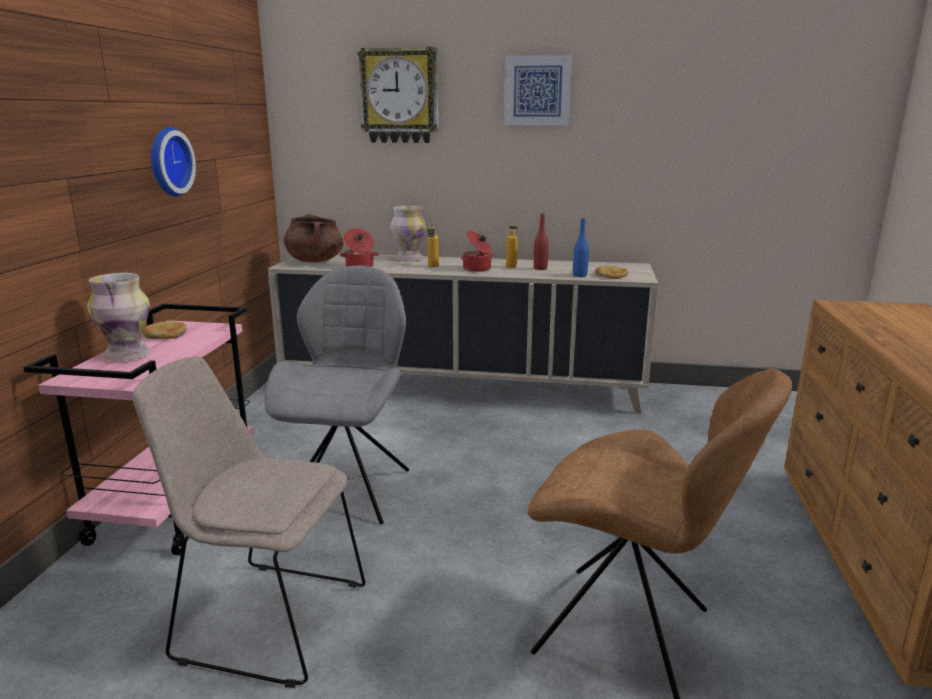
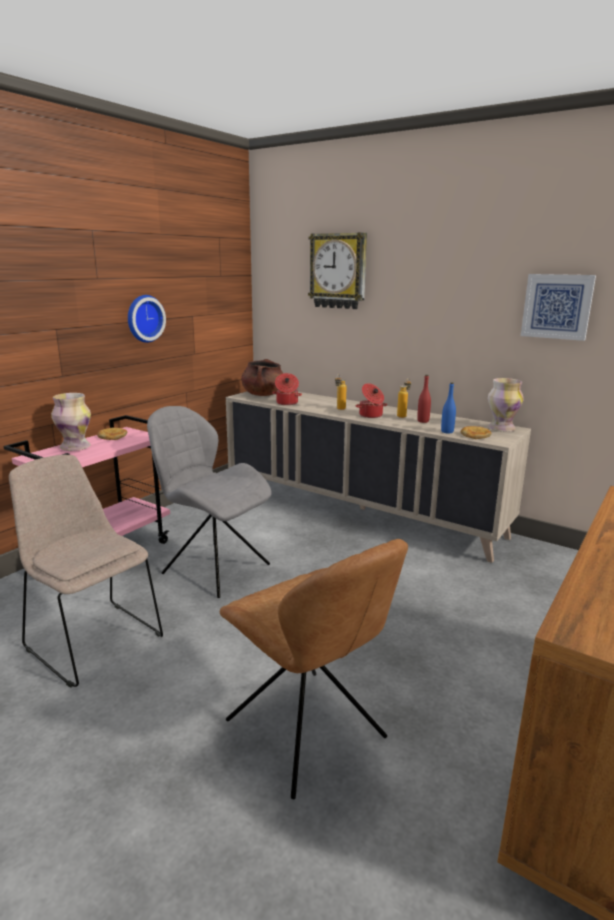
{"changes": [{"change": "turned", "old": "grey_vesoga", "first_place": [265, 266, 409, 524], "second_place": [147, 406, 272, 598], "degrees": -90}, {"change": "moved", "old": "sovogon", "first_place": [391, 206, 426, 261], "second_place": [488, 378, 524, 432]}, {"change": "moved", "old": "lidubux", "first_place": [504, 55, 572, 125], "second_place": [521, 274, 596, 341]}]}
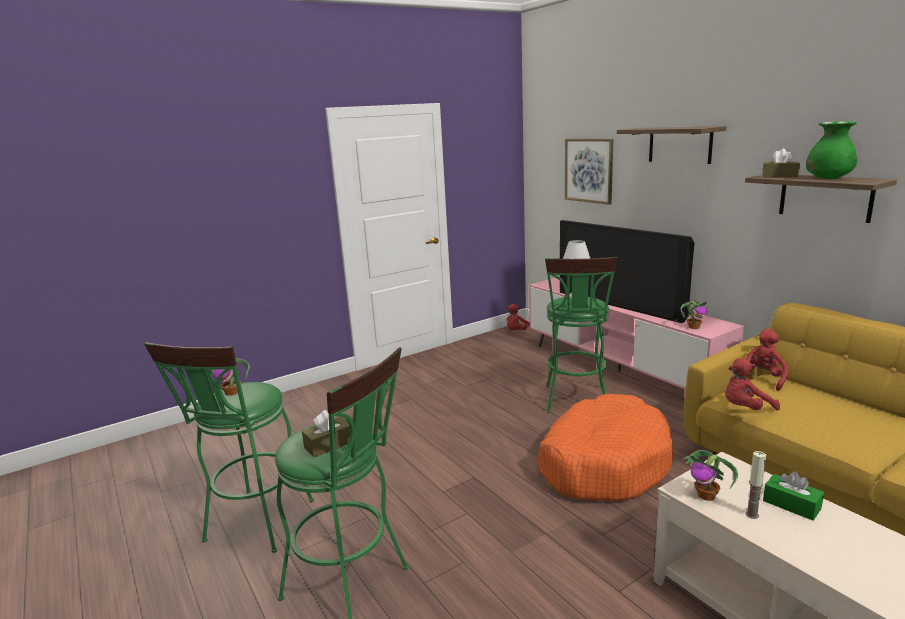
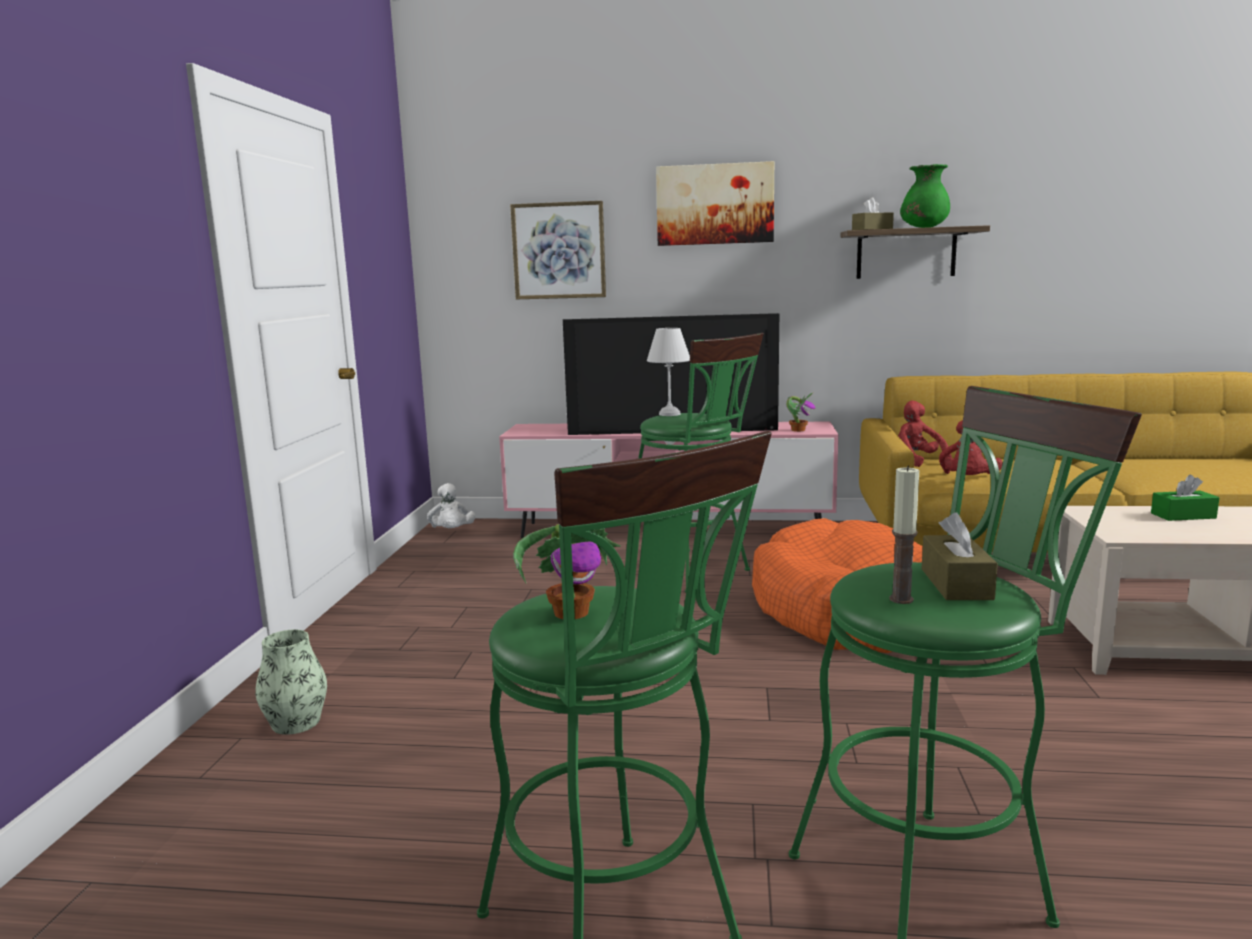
{"changes": [{"change": "added", "new": "sovogon", "second_place": [255, 629, 327, 735]}, {"change": "recoloured", "old": "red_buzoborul", "new": "white_buzoborul", "first_place": [507, 304, 530, 330], "second_place": [427, 483, 476, 528]}, {"change": "replaced", "old": "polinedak", "new": "lidubux", "first_place": [617, 126, 726, 164], "second_place": [656, 161, 774, 246]}, {"change": "moved", "old": "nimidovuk", "first_place": [745, 451, 766, 519], "second_place": [889, 466, 919, 604]}, {"change": "removed", "old": "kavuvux", "first_place": [683, 450, 738, 501]}]}
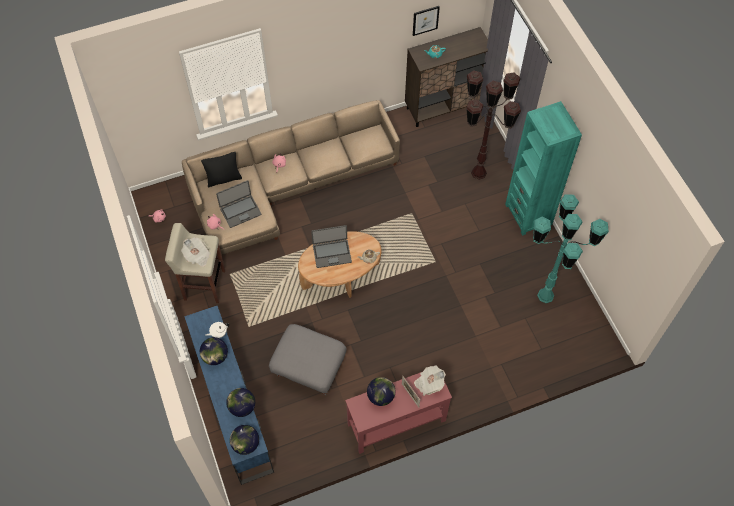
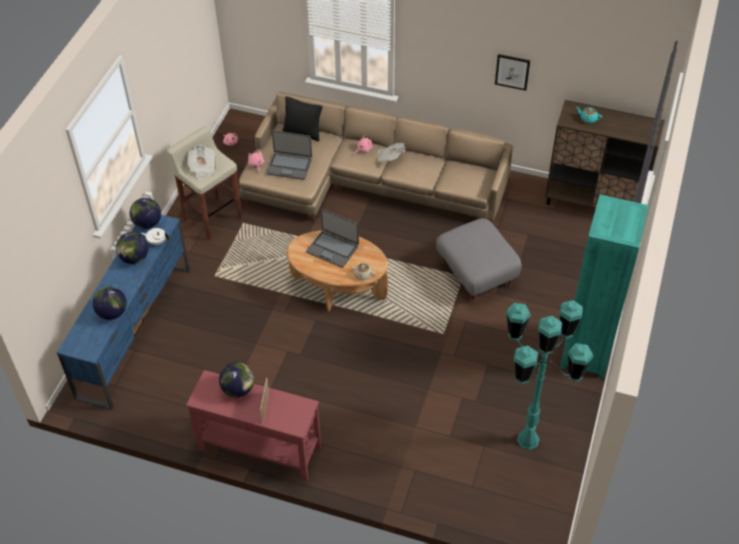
{"changes": [{"change": "moved", "old": "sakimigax", "first_place": [230, 425, 259, 455], "second_place": [130, 198, 161, 229]}, {"change": "moved", "old": "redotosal", "first_place": [414, 365, 446, 396], "second_place": [377, 143, 405, 162]}, {"change": "moved", "old": "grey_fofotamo", "first_place": [269, 324, 347, 395], "second_place": [436, 218, 522, 304]}, {"change": "moved", "old": "lidubux", "first_place": [413, 6, 440, 36], "second_place": [495, 54, 530, 91]}, {"change": "removed", "old": "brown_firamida", "first_place": [466, 70, 521, 180]}]}
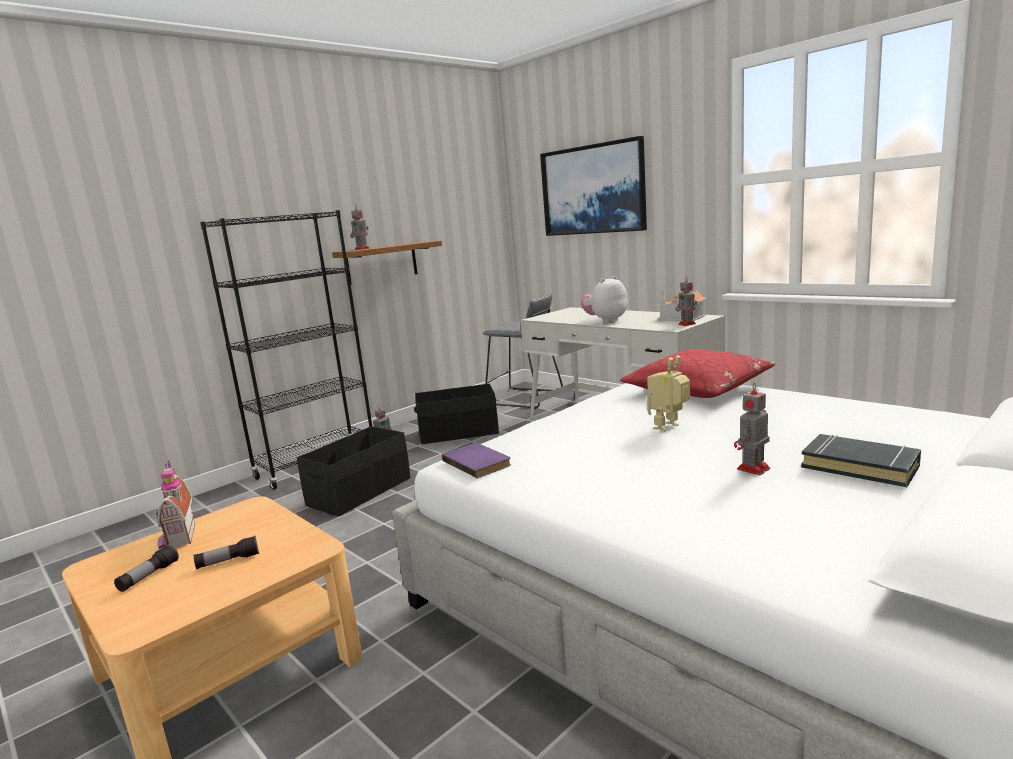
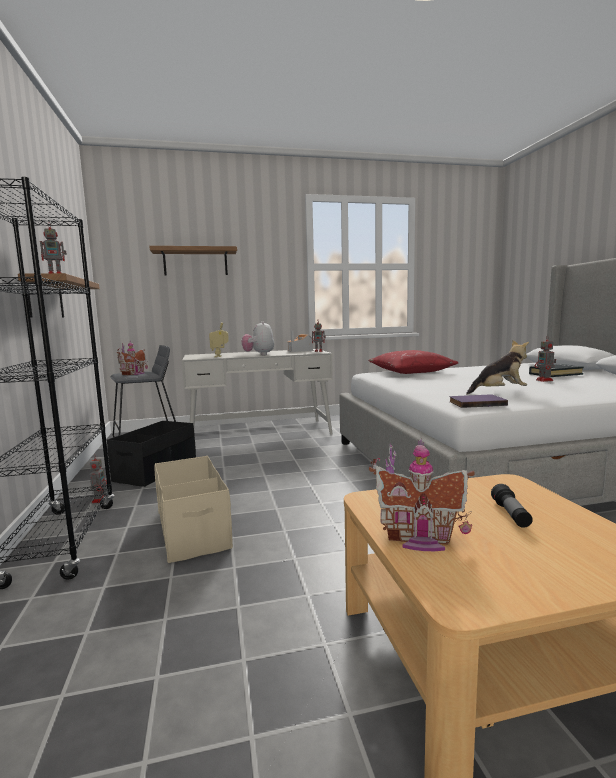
{"changes": [{"change": "added", "new": "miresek", "second_place": [117, 341, 148, 375]}, {"change": "replaced", "old": "lidubux", "new": "polinedak", "first_place": [540, 136, 647, 236], "second_place": [149, 246, 237, 276]}, {"change": "recoloured", "old": "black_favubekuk", "new": "beige_favubekuk", "first_place": [297, 426, 410, 516], "second_place": [155, 456, 233, 563]}, {"change": "moved", "old": "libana", "first_place": [647, 355, 690, 432], "second_place": [209, 323, 229, 357]}, {"change": "added", "new": "buzoborul", "second_place": [466, 340, 529, 395]}, {"change": "removed", "old": "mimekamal", "first_place": [114, 545, 179, 592]}]}
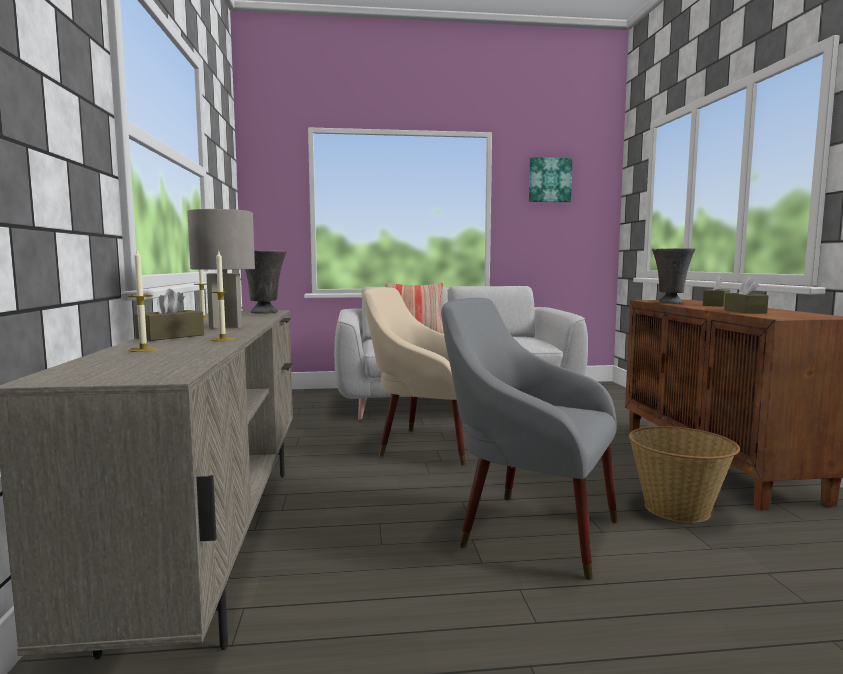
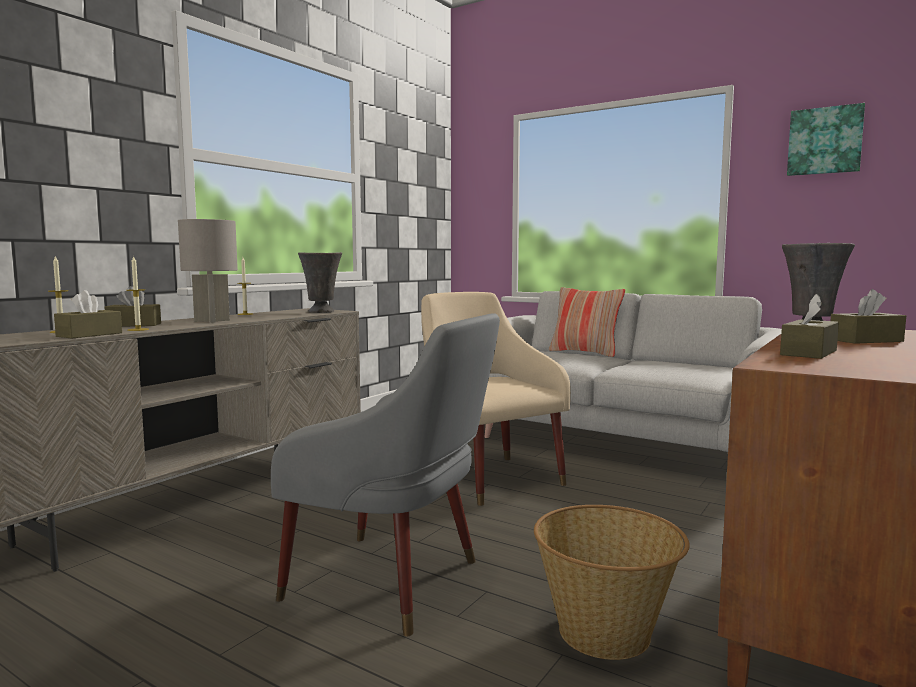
{"changes": [{"change": "added", "new": "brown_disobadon", "second_place": [54, 290, 122, 338]}, {"change": "turned", "old": "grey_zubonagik", "first_place": [441, 298, 618, 580], "second_place": [271, 313, 500, 637], "degrees": 135}]}
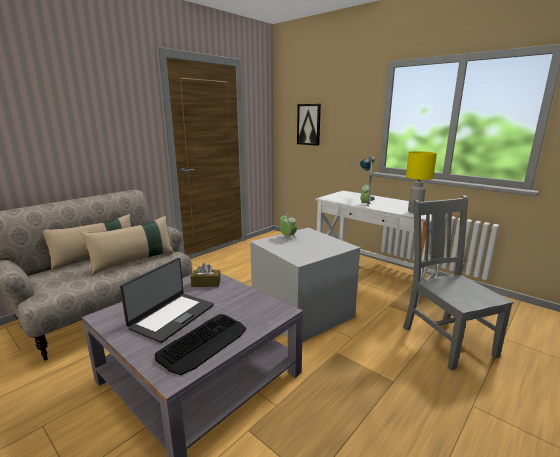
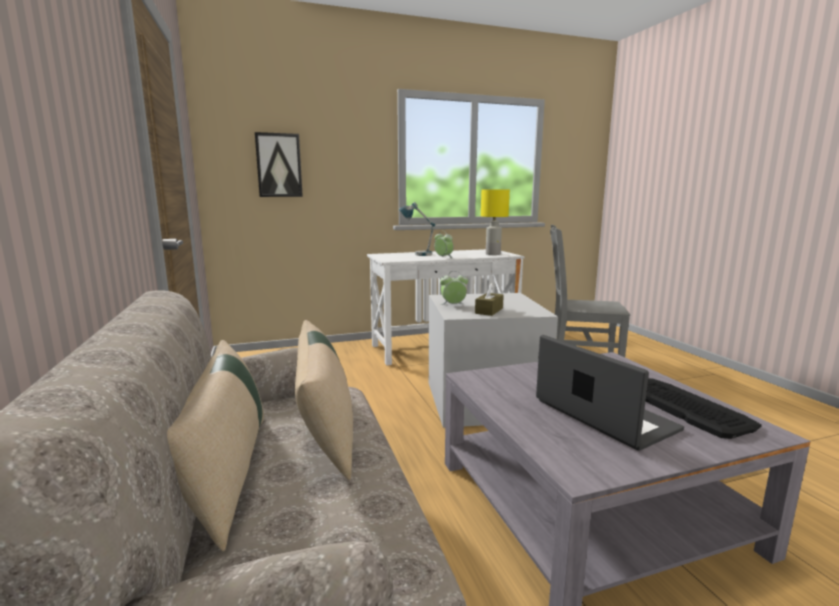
{"changes": [{"change": "moved", "old": "brown_disobadon", "first_place": [191, 263, 221, 287], "second_place": [475, 283, 504, 316]}]}
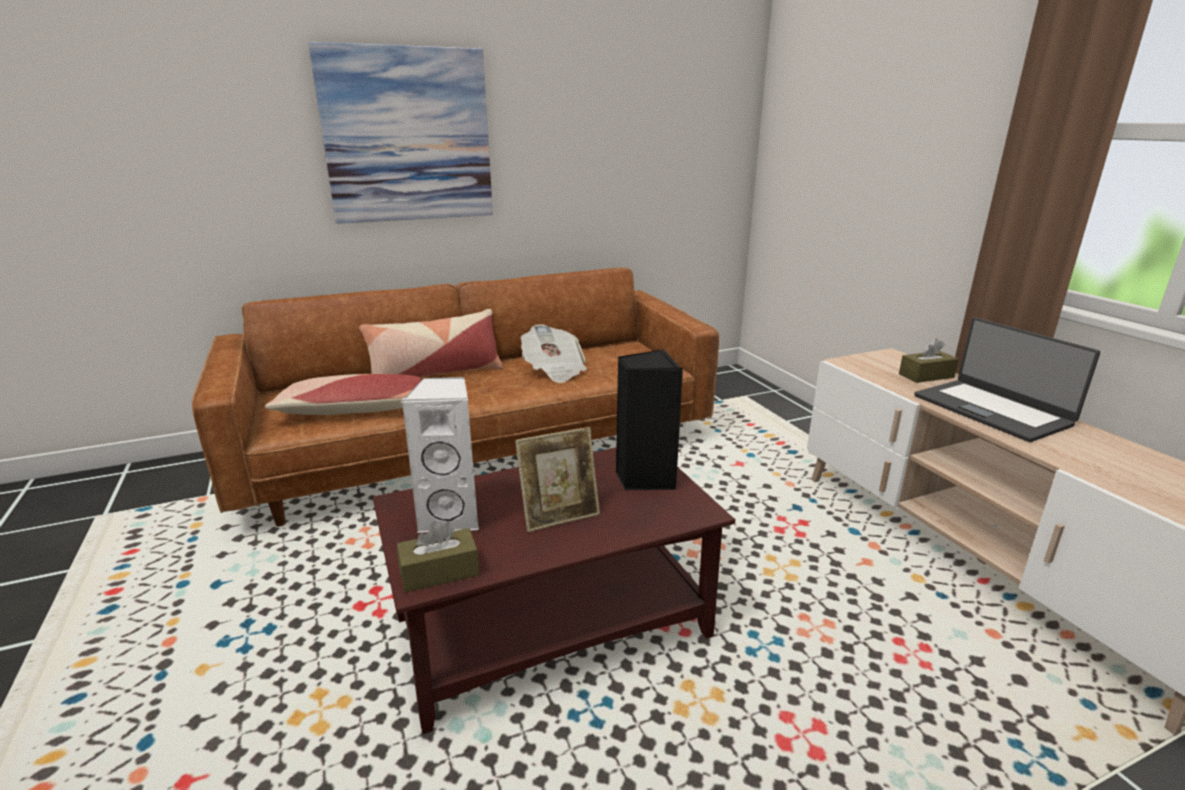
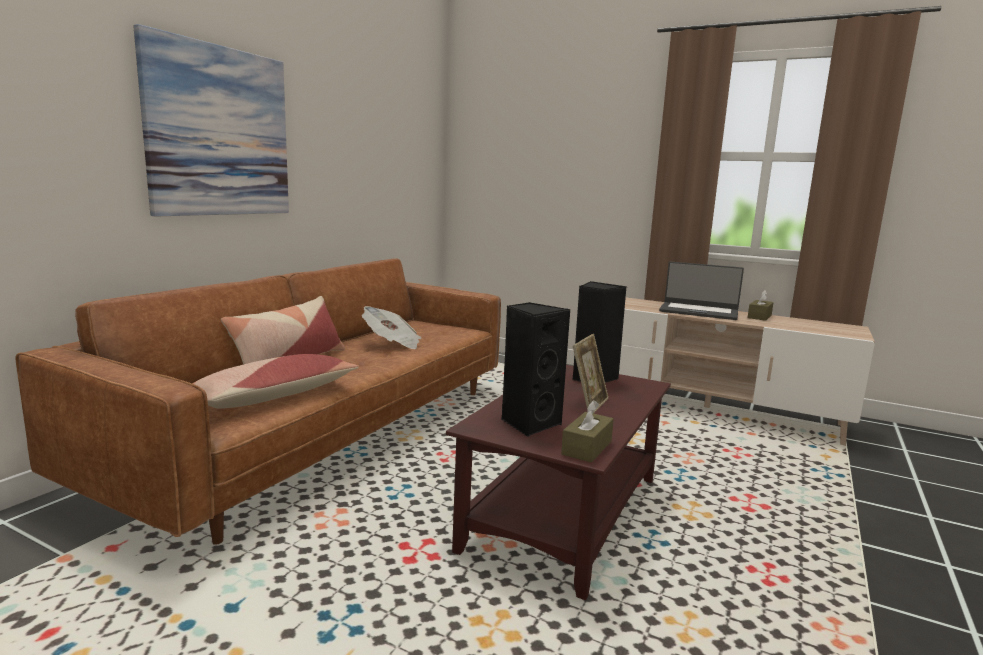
{"changes": [{"change": "recoloured", "old": "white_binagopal", "new": "black_binagopal", "first_place": [400, 377, 479, 533], "second_place": [501, 302, 570, 437]}, {"change": "moved", "old": "brown_disobadon", "first_place": [899, 338, 959, 383], "second_place": [747, 290, 774, 321]}]}
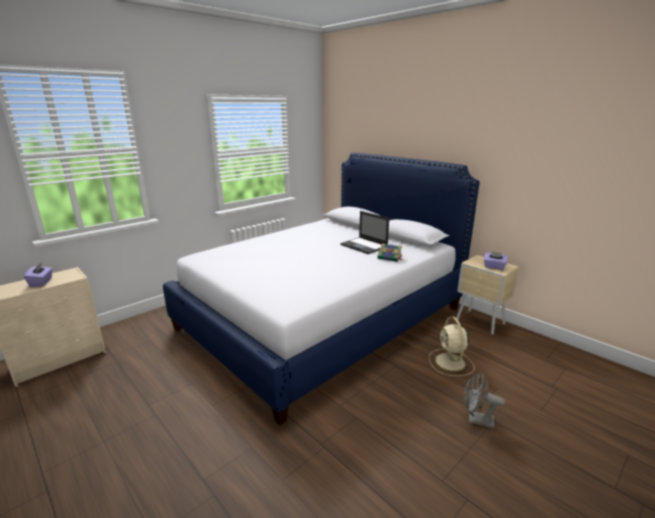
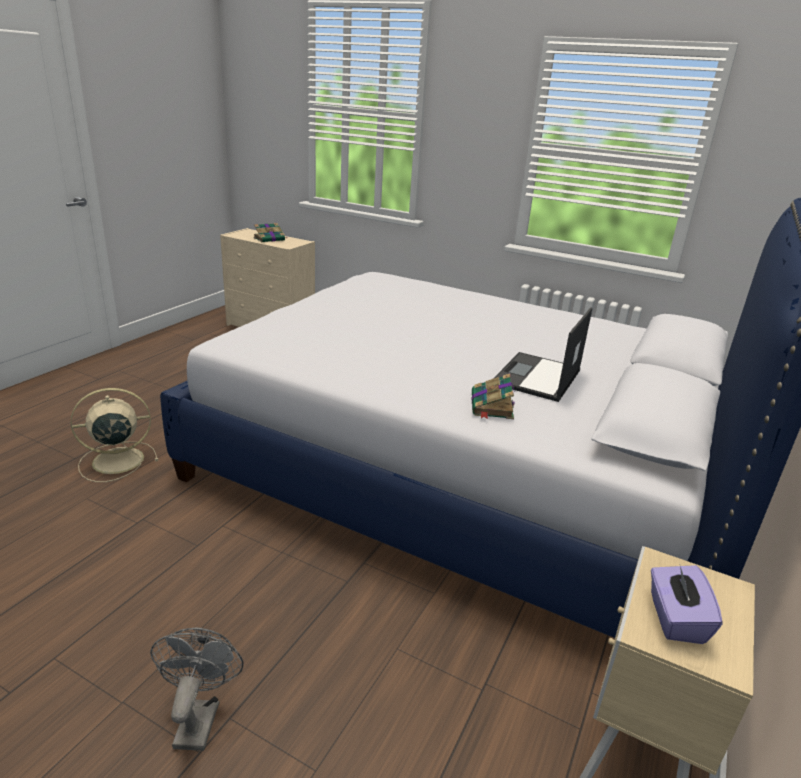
{"changes": [{"change": "moved", "old": "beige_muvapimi", "first_place": [429, 316, 475, 376], "second_place": [71, 388, 158, 482]}, {"change": "replaced", "old": "purple_disobadon", "new": "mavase", "first_place": [24, 263, 52, 287], "second_place": [254, 223, 286, 242]}]}
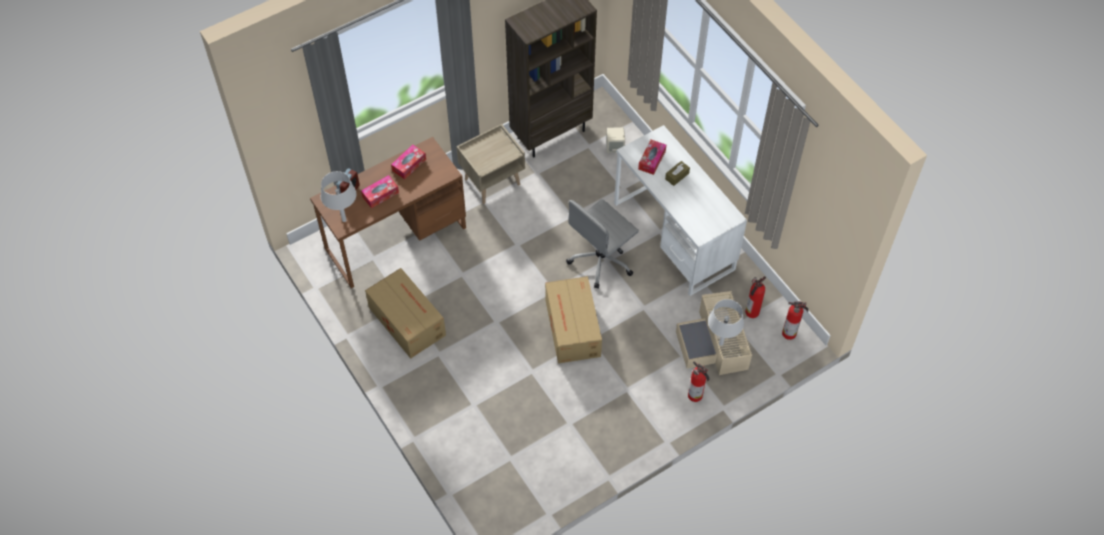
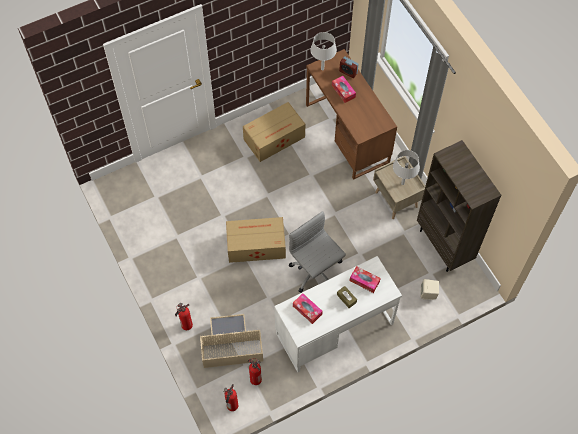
{"changes": [{"change": "moved", "old": "disobadon", "first_place": [391, 145, 426, 180], "second_place": [293, 293, 323, 324]}, {"change": "moved", "old": "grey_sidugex", "first_place": [708, 299, 744, 346], "second_place": [393, 150, 420, 185]}]}
